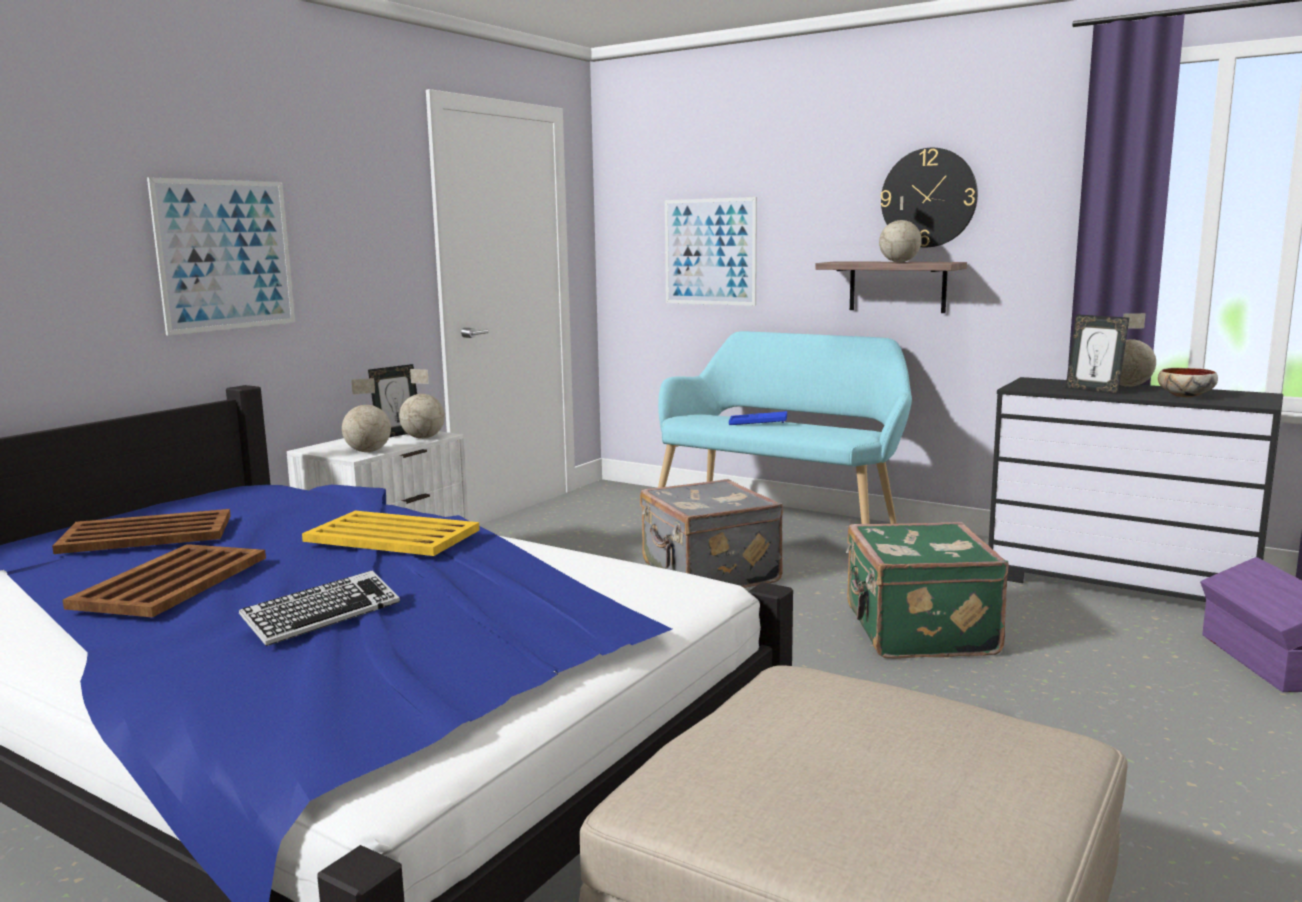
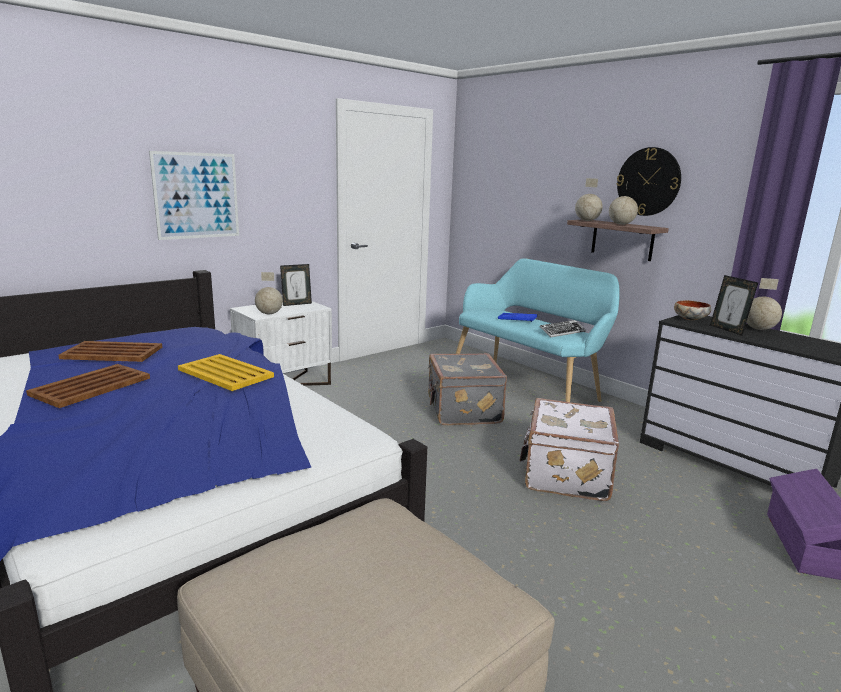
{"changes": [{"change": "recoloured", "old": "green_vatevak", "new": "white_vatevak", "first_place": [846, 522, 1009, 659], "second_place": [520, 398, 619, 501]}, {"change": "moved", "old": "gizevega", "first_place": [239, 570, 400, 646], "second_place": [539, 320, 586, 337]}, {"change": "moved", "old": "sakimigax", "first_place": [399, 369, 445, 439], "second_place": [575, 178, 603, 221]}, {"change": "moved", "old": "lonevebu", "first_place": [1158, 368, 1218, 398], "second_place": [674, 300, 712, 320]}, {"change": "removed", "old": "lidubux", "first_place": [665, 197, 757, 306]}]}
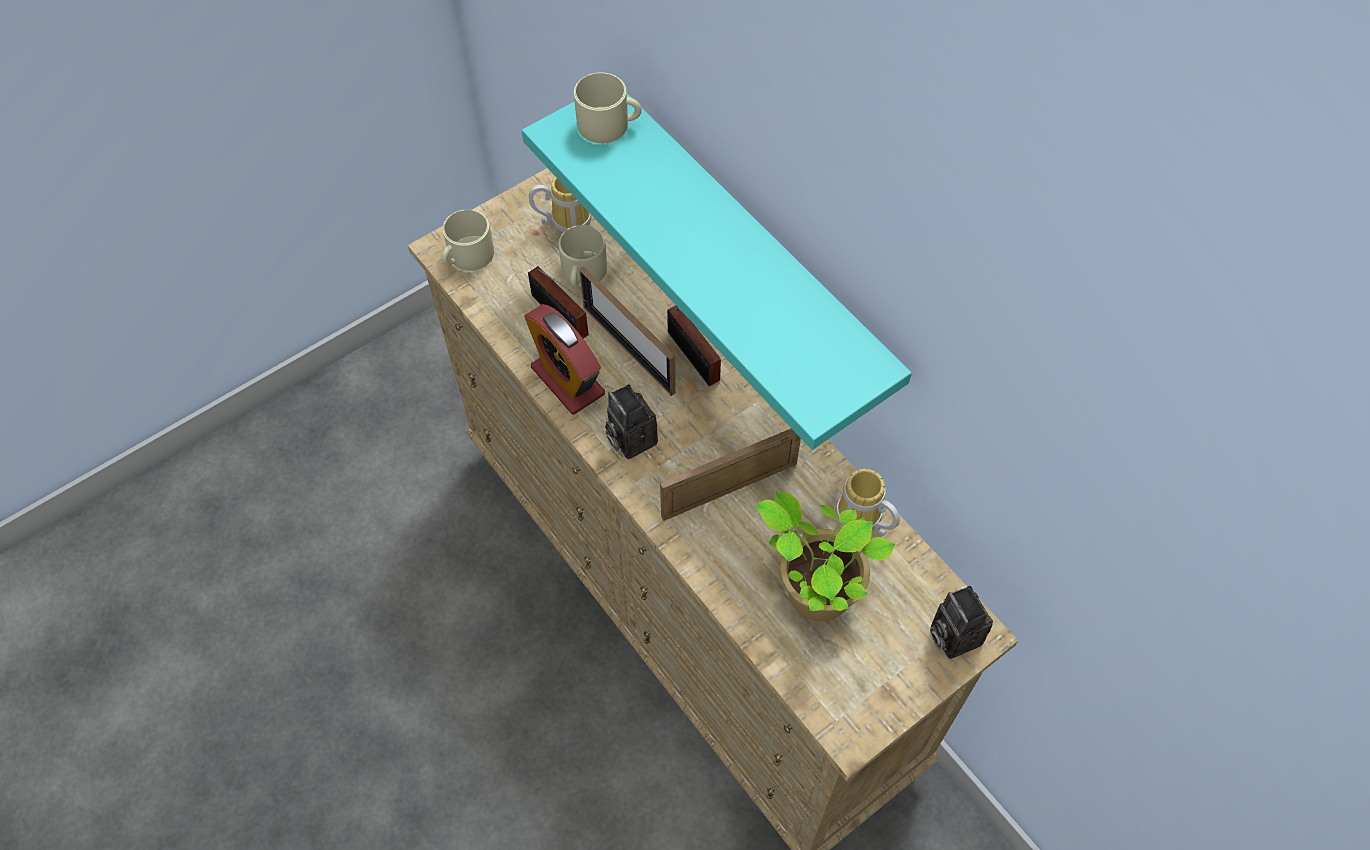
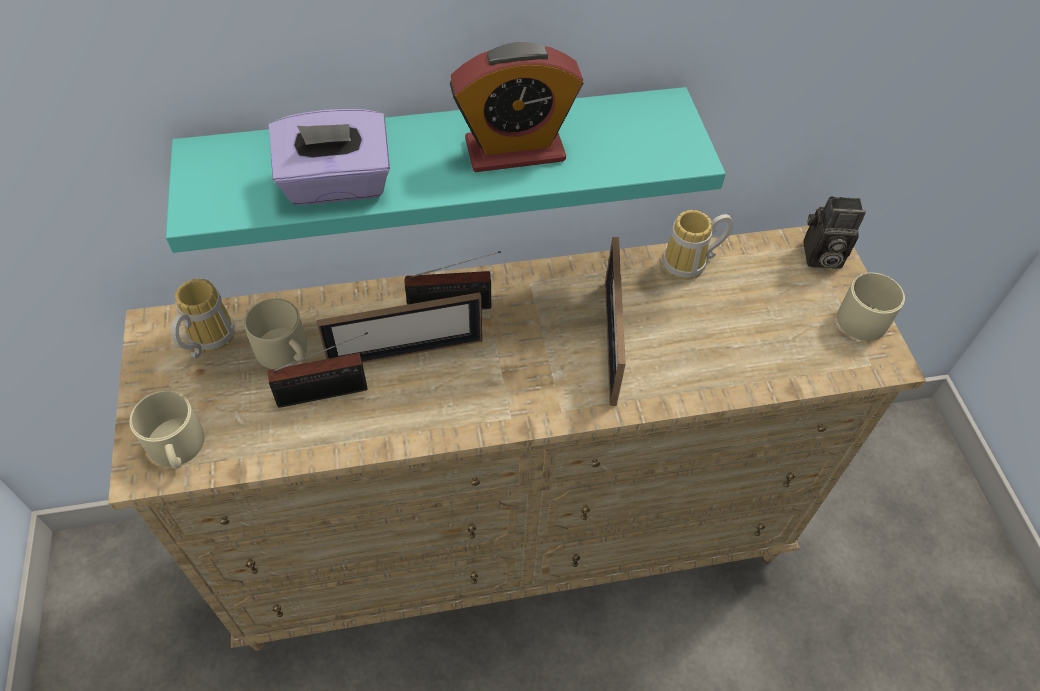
{"changes": [{"change": "added", "new": "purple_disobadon", "second_place": [269, 109, 390, 205]}, {"change": "moved", "old": "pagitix", "first_place": [525, 304, 605, 414], "second_place": [450, 42, 583, 172]}, {"change": "moved", "old": "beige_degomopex", "first_place": [574, 72, 642, 143], "second_place": [837, 273, 905, 341]}, {"change": "removed", "old": "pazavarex", "first_place": [605, 384, 658, 459]}, {"change": "removed", "old": "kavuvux", "first_place": [756, 491, 896, 622]}]}
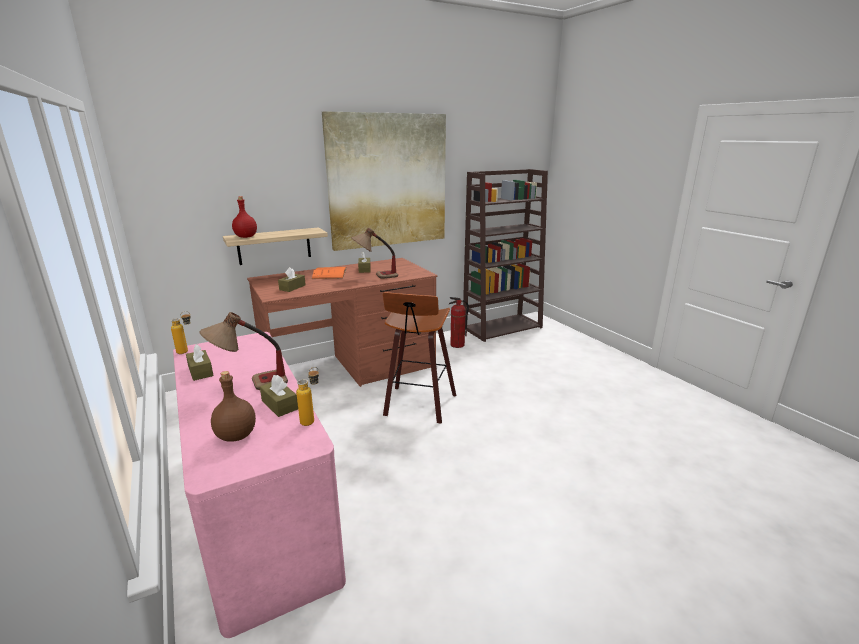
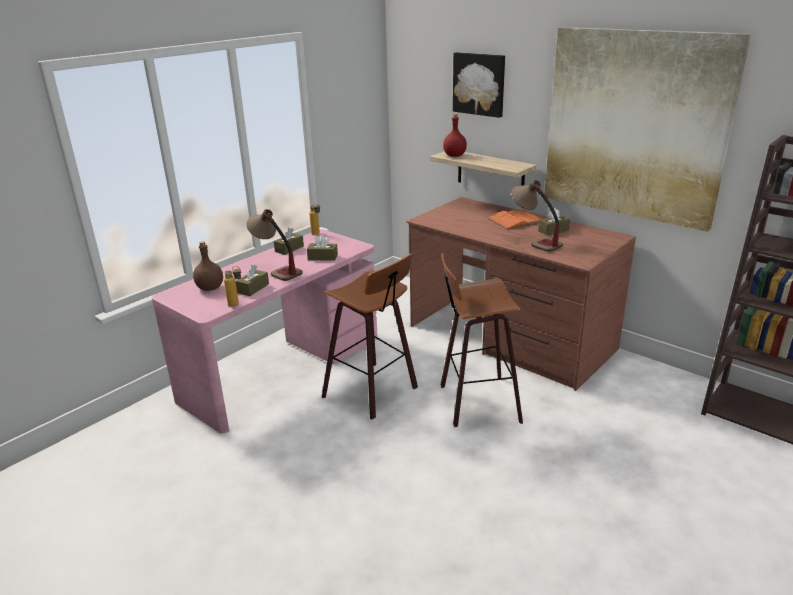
{"changes": [{"change": "moved", "old": "brown_disobadon", "first_place": [278, 267, 306, 292], "second_place": [307, 235, 338, 261]}, {"change": "added", "new": "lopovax", "second_place": [322, 254, 418, 420]}, {"change": "added", "new": "lidubux", "second_place": [453, 52, 505, 118]}, {"change": "removed", "old": "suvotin", "first_place": [449, 297, 469, 348]}]}
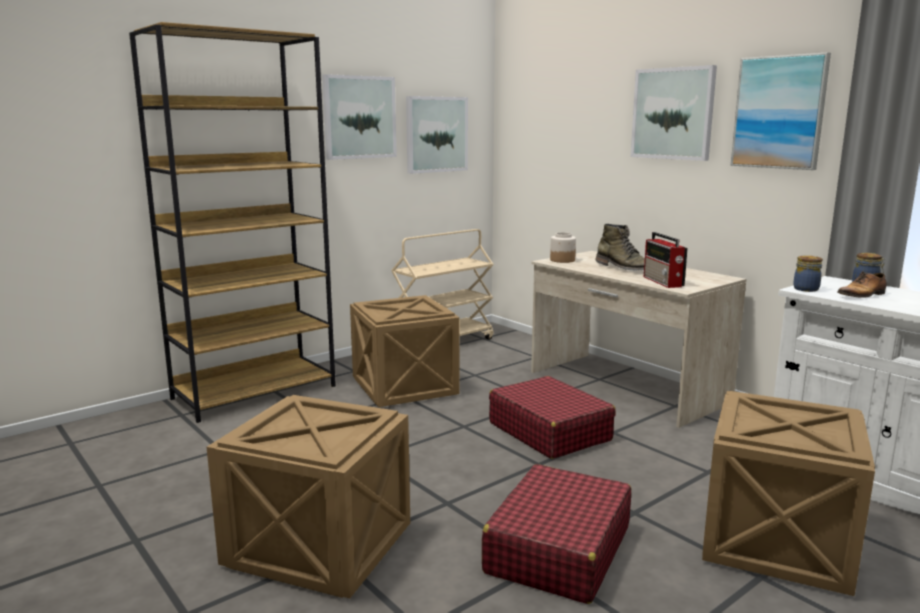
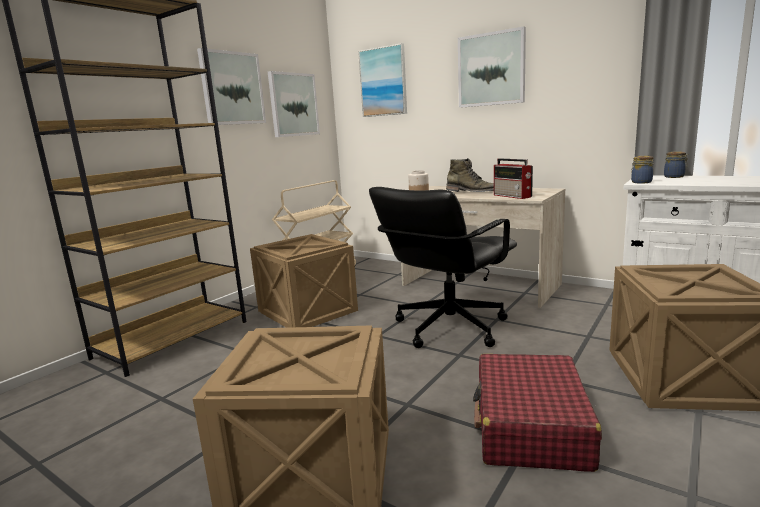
{"changes": [{"change": "moved", "old": "lidubux", "first_place": [731, 52, 831, 170], "second_place": [358, 43, 407, 117]}, {"change": "replaced", "old": "red_vatevak", "new": "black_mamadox", "first_place": [489, 376, 616, 459], "second_place": [369, 187, 517, 348]}, {"change": "removed", "old": "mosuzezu", "first_place": [838, 271, 887, 298]}]}
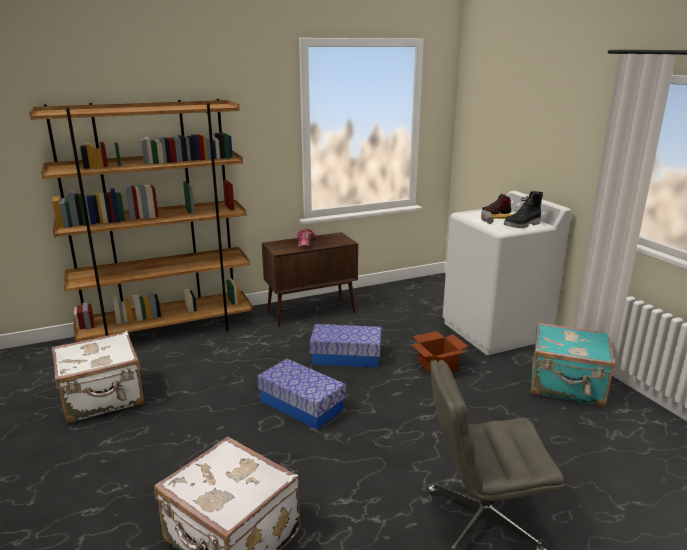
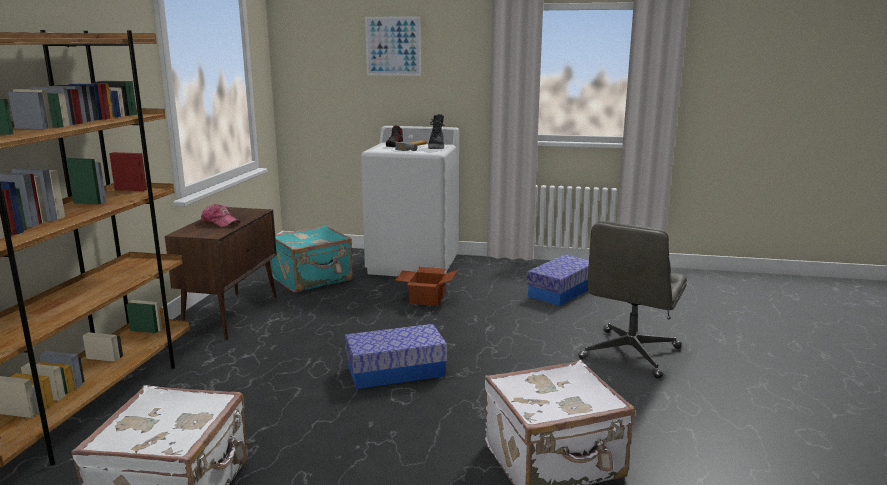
{"changes": [{"change": "moved", "old": "turquoise_vatevak", "first_place": [531, 322, 615, 406], "second_place": [271, 225, 353, 293]}, {"change": "added", "new": "lidubux", "second_place": [365, 16, 421, 76]}, {"change": "moved", "old": "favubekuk", "first_place": [309, 324, 381, 368], "second_place": [527, 254, 589, 306]}]}
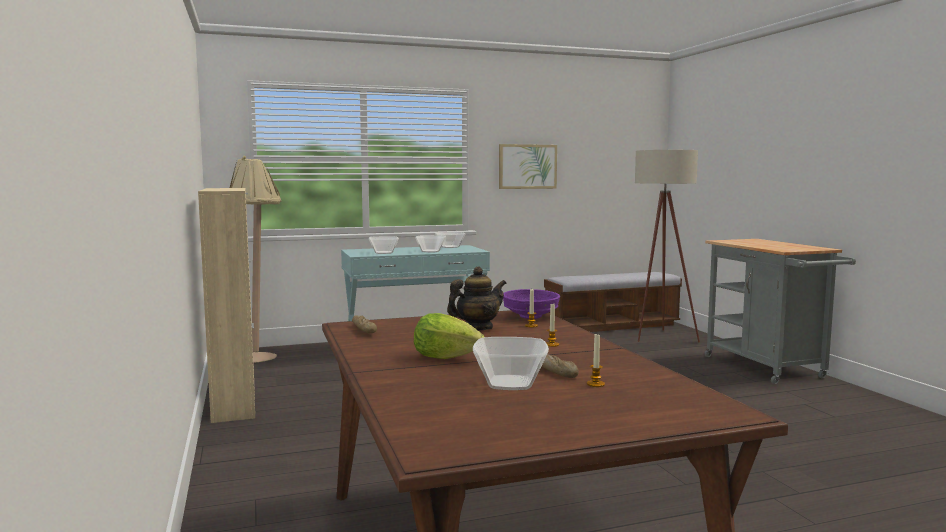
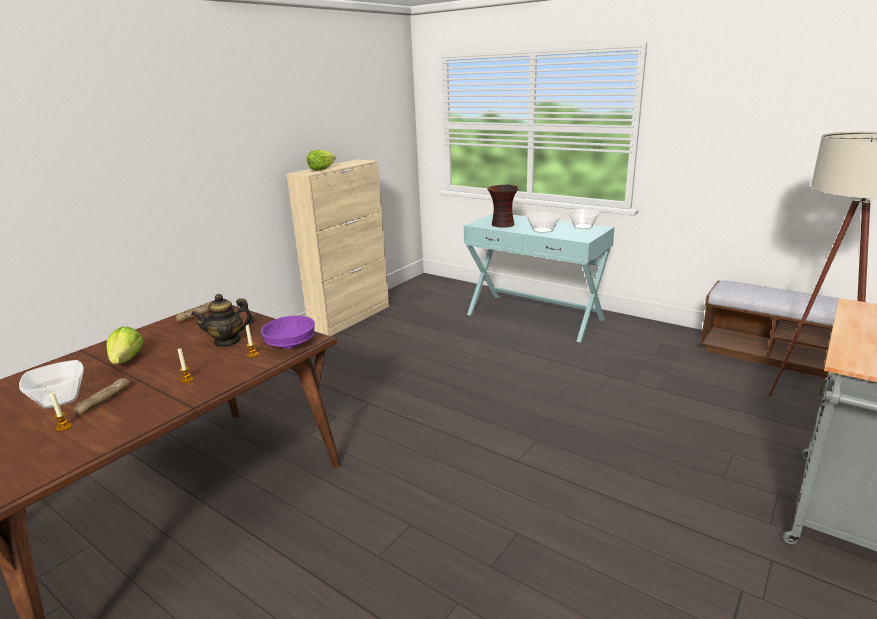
{"changes": [{"change": "turned", "old": "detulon", "first_place": [447, 266, 506, 330], "second_place": [191, 294, 254, 347], "degrees": 135}, {"change": "added", "new": "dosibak", "second_place": [307, 150, 336, 171]}, {"change": "replaced", "old": "lonevebu", "new": "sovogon", "first_place": [369, 236, 399, 254], "second_place": [487, 185, 519, 228]}, {"change": "removed", "old": "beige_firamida", "first_place": [230, 156, 281, 363]}, {"change": "removed", "old": "lidubux", "first_place": [499, 144, 557, 189]}]}
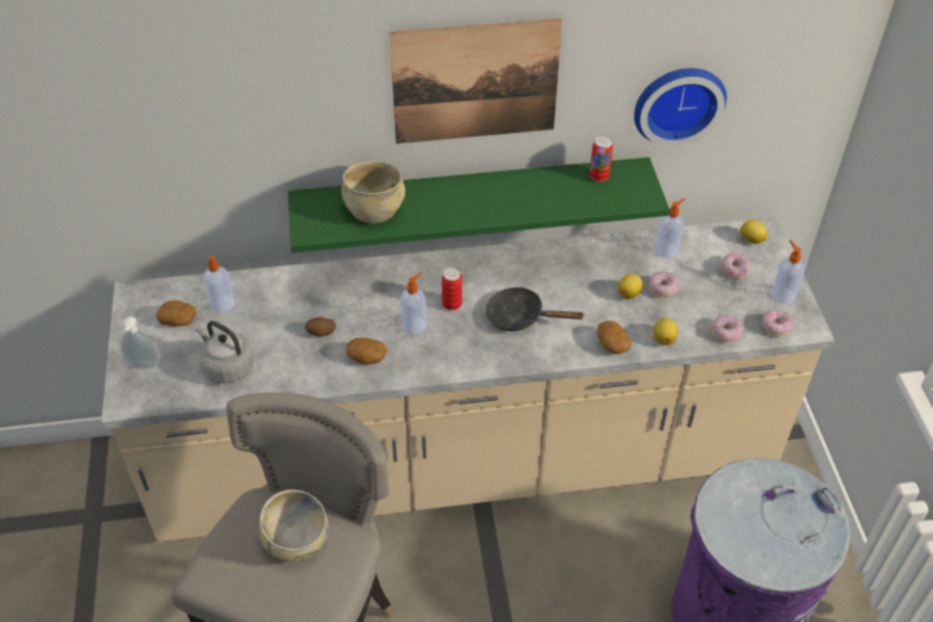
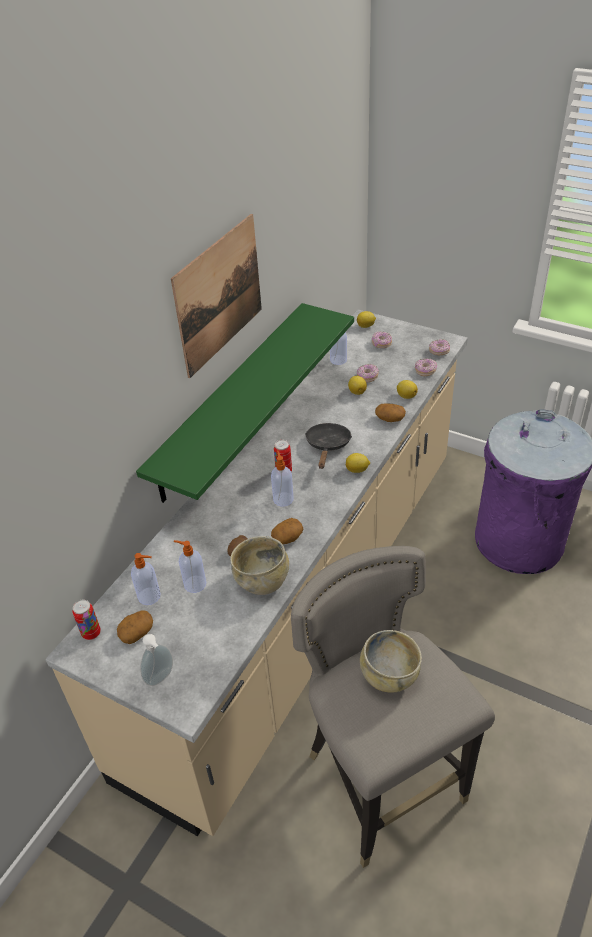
{"changes": [{"change": "moved", "old": "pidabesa", "first_place": [590, 136, 613, 182], "second_place": [73, 600, 101, 640]}, {"change": "moved", "old": "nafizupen", "first_place": [771, 240, 804, 304], "second_place": [174, 540, 206, 593]}, {"change": "moved", "old": "beige_lonevebu", "first_place": [341, 161, 405, 223], "second_place": [230, 536, 289, 595]}, {"change": "turned", "old": "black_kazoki", "first_place": [485, 287, 585, 331], "second_place": [305, 423, 352, 469], "degrees": 135}, {"change": "added", "new": "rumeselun", "second_place": [346, 453, 370, 473]}, {"change": "removed", "old": "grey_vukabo", "first_place": [196, 321, 254, 384]}, {"change": "removed", "old": "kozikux", "first_place": [634, 68, 727, 146]}]}
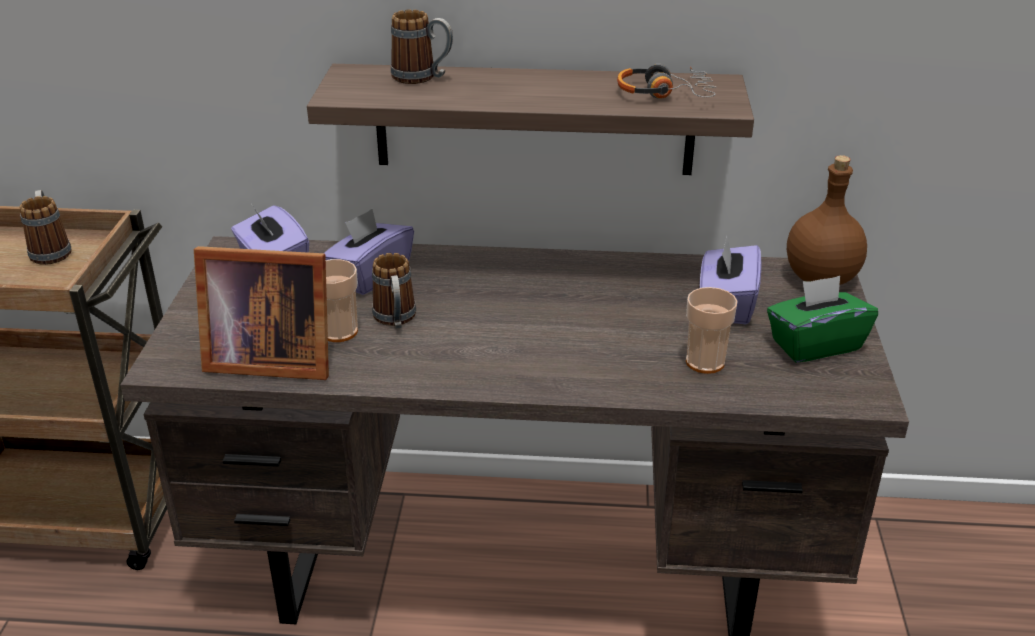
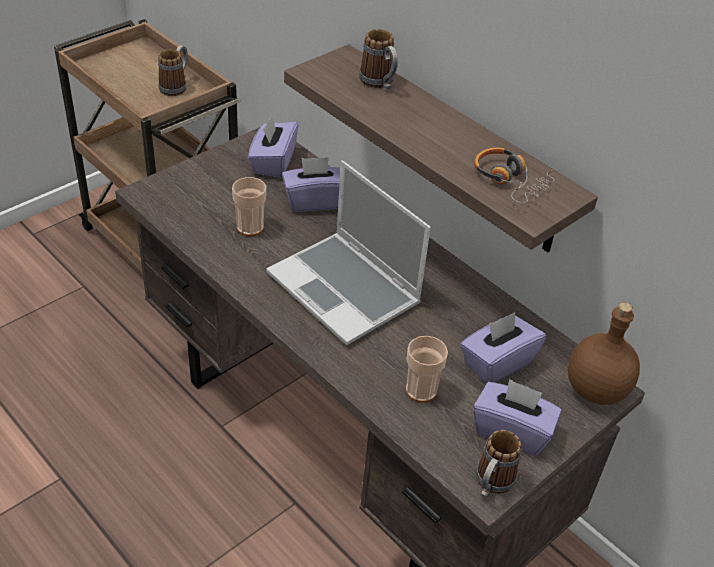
{"changes": [{"change": "added", "new": "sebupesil", "second_place": [266, 161, 431, 346]}, {"change": "recoloured", "old": "green_disobadon", "new": "purple_disobadon", "first_place": [767, 276, 878, 363], "second_place": [473, 379, 561, 456]}, {"change": "moved", "old": "degomopex", "first_place": [372, 253, 416, 329], "second_place": [476, 430, 521, 498]}, {"change": "removed", "old": "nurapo", "first_place": [194, 246, 329, 380]}]}
